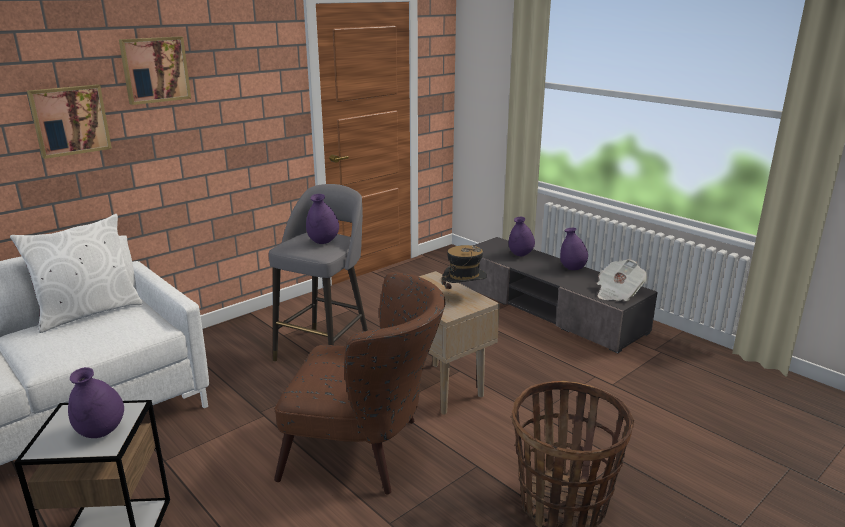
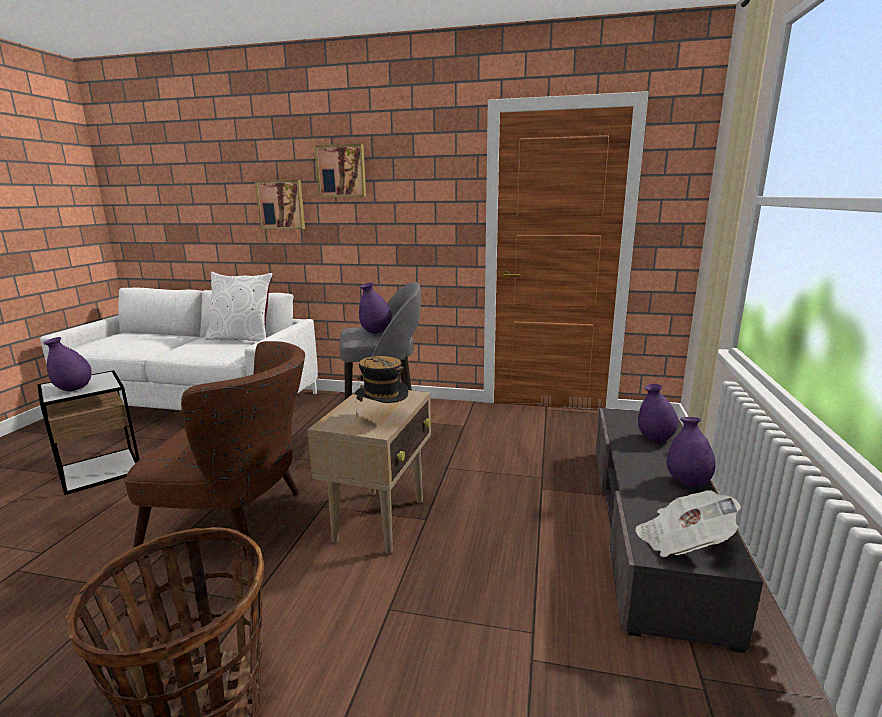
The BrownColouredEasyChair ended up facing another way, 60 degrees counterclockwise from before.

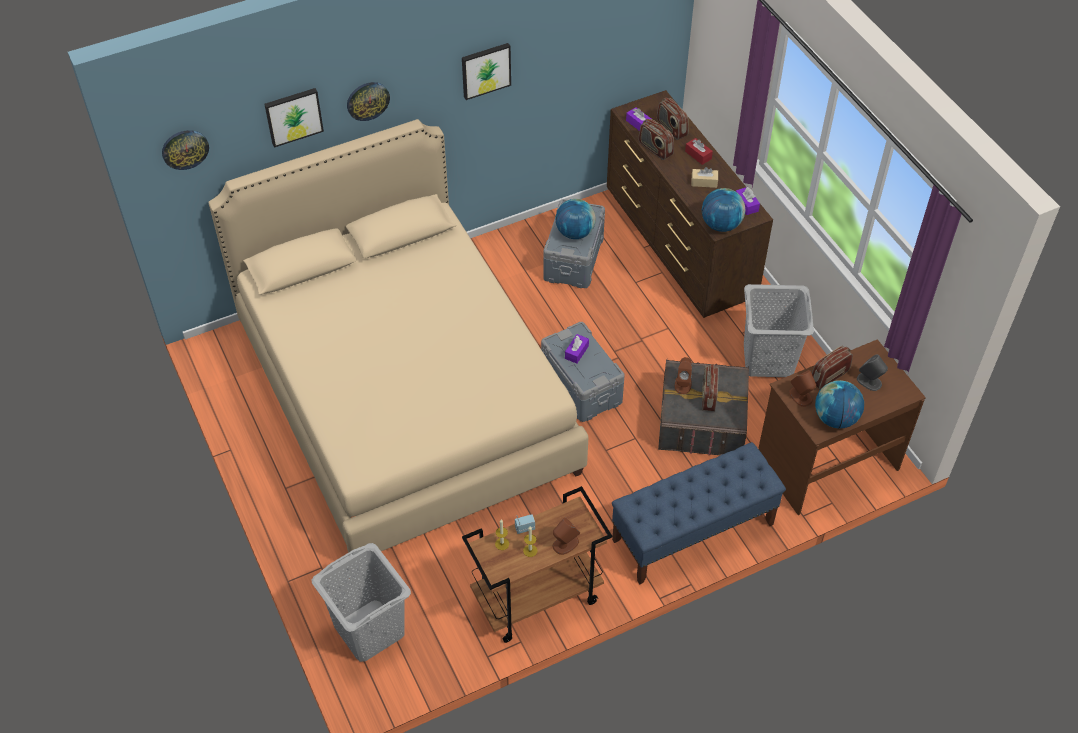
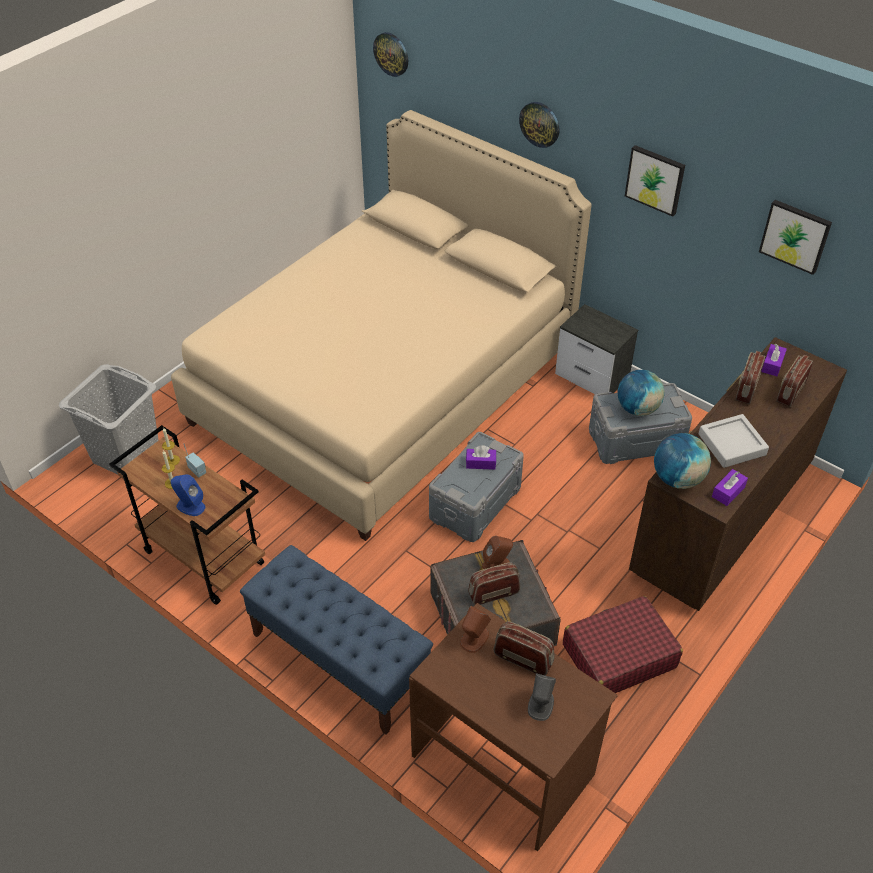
The Picture (1st from left in the first image) ended up elsewhere.
What was the BrownColouredSpeaker (1st from left) turned into the BlueColouredSpeaker.
The second view lost the ReddishTissueHolder.
Where the SandColouredTissueHolder stood, the GreyishTray came to stand.
Where the GreyishLaundryBasket (2nd from left) stood, the ReddishTravelCase came to stand.
The second view lost the Globe (3rd from left).
The second view gained the NightTable.

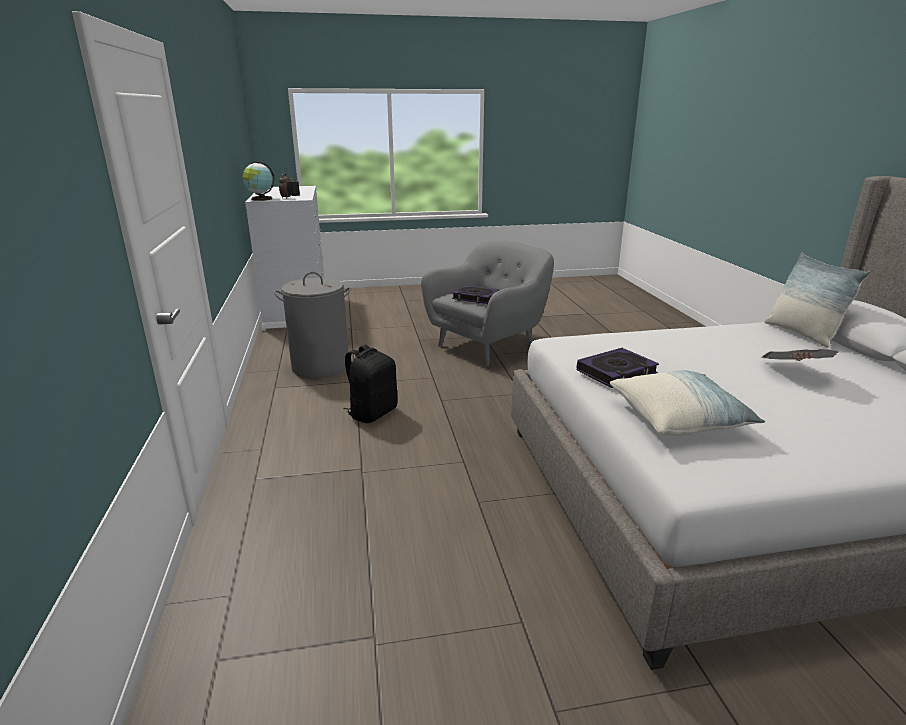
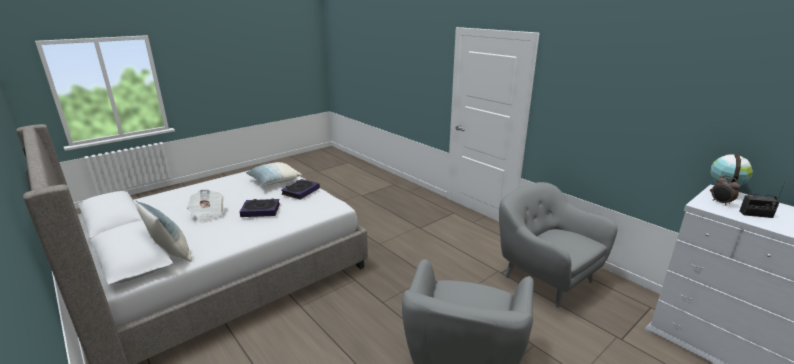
Where the GreyishLaundryBasket stood, the GreyishEasyChair (2nd from left) came to stand.
The second view lost the BlackColouredBackpack.
The BoundBook (1st from left) ended up elsewhere.

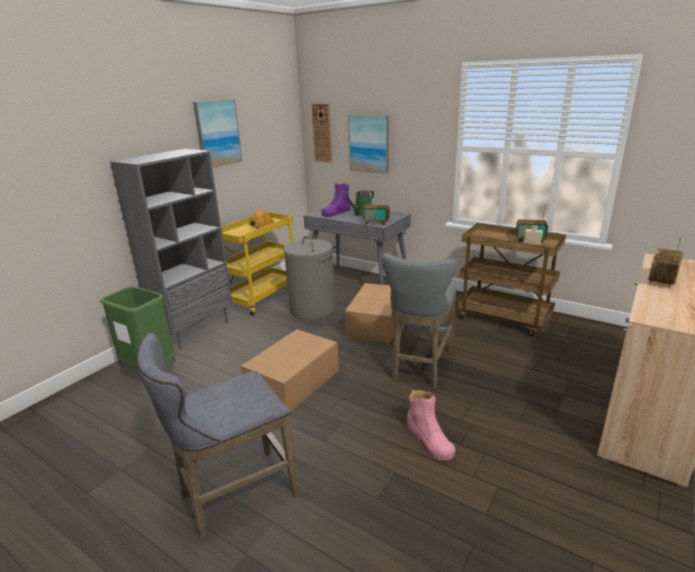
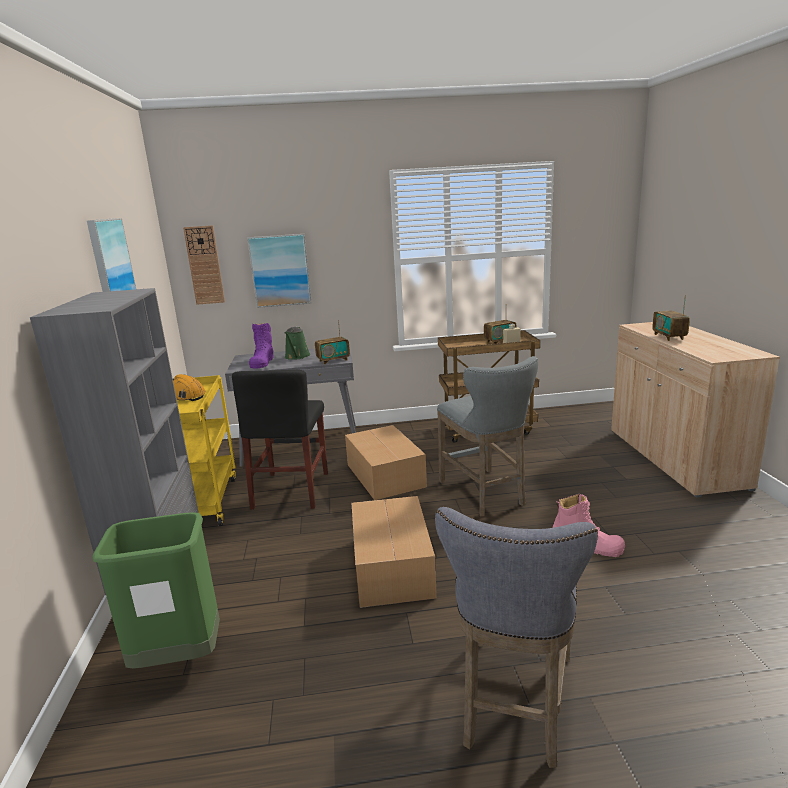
Where the GreyishLaundryBasket stood, the BlackColouredPlainChair came to stand.

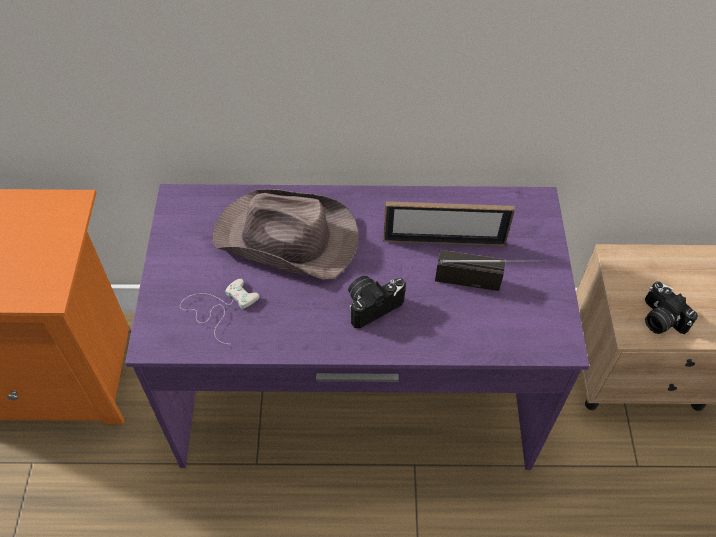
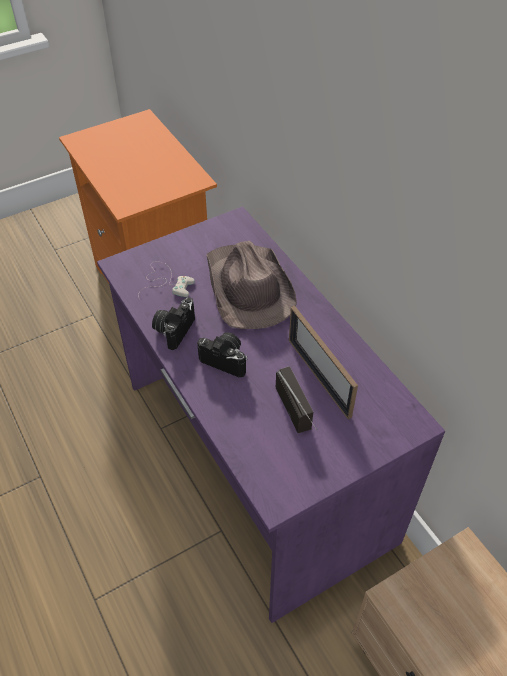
The StillCamera (2nd from left in the first image) ended up elsewhere.

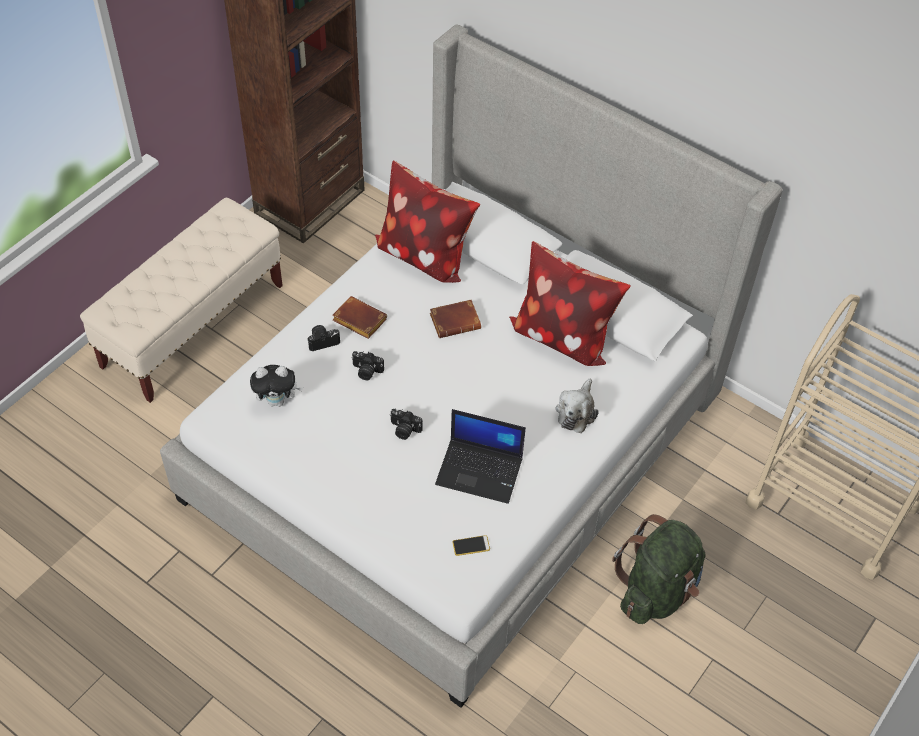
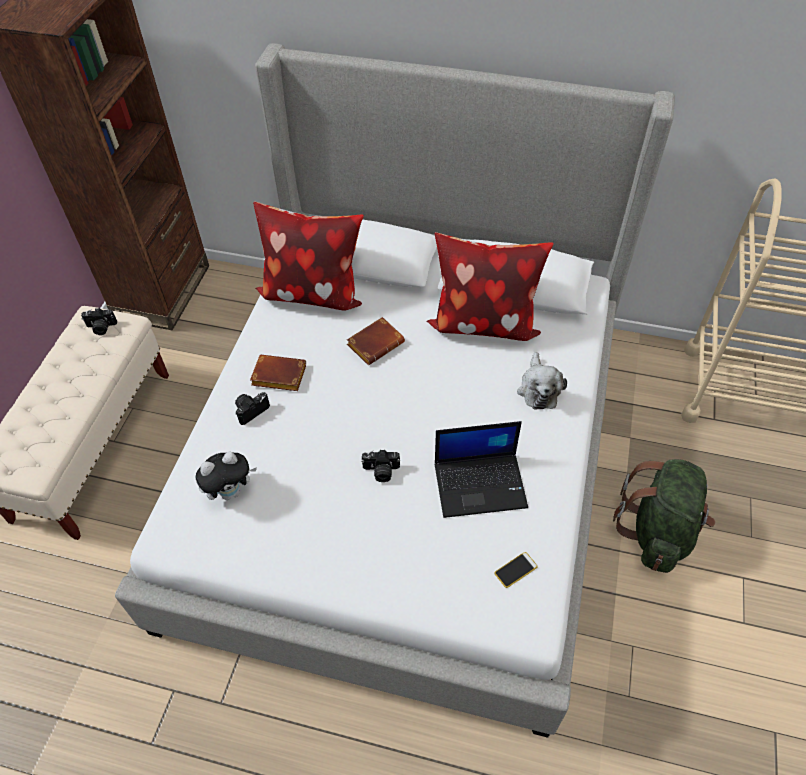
The StillCamera (2nd from left in the first image) ended up elsewhere.

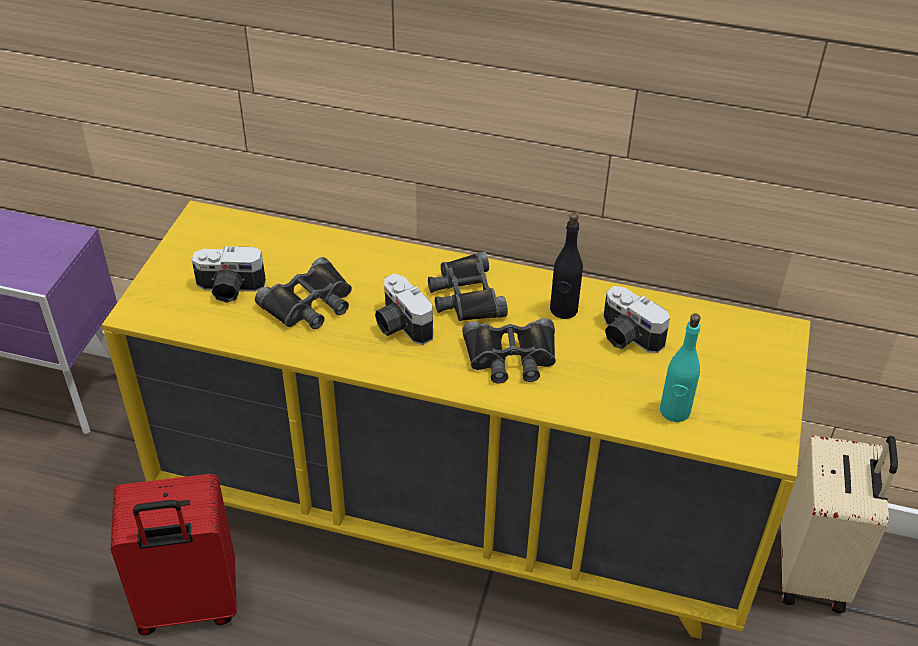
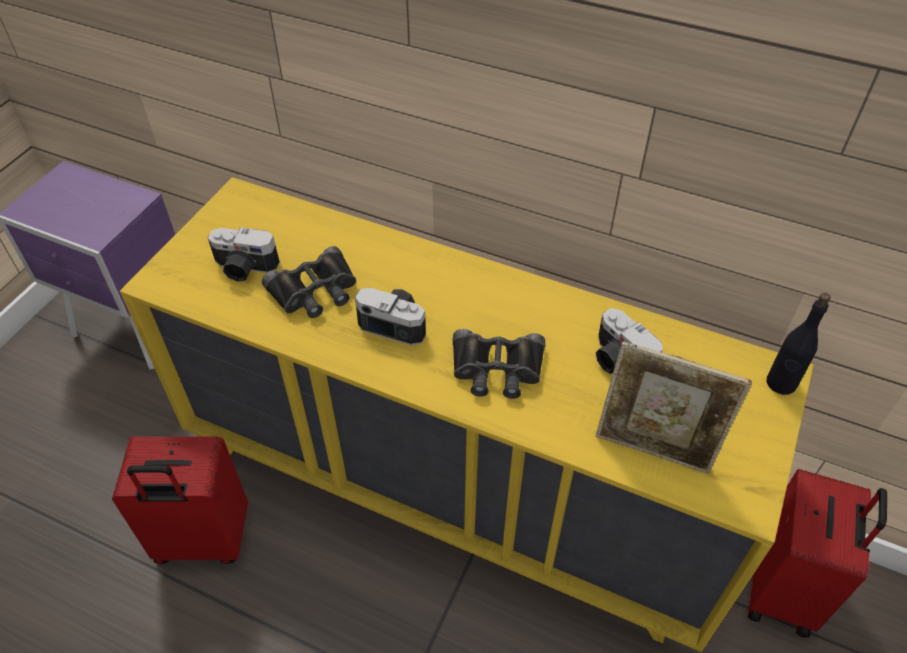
The StillCamera (2nd from left) ended up facing another way, 135 degrees clockwise from before.
The second view lost the BlackColouredBinoculars (2nd from left).
The BlackColouredBottle ended up elsewhere.
Where the TurquoiseBottle stood, the PictureFrame came to stand.
What was the SandColouredTravelCase turned into the ReddishTravelCase (2nd from left).

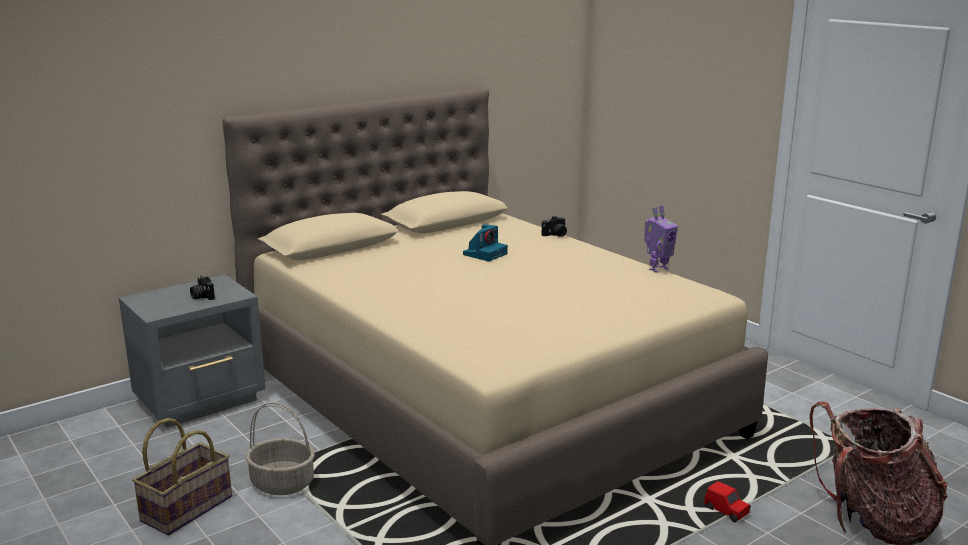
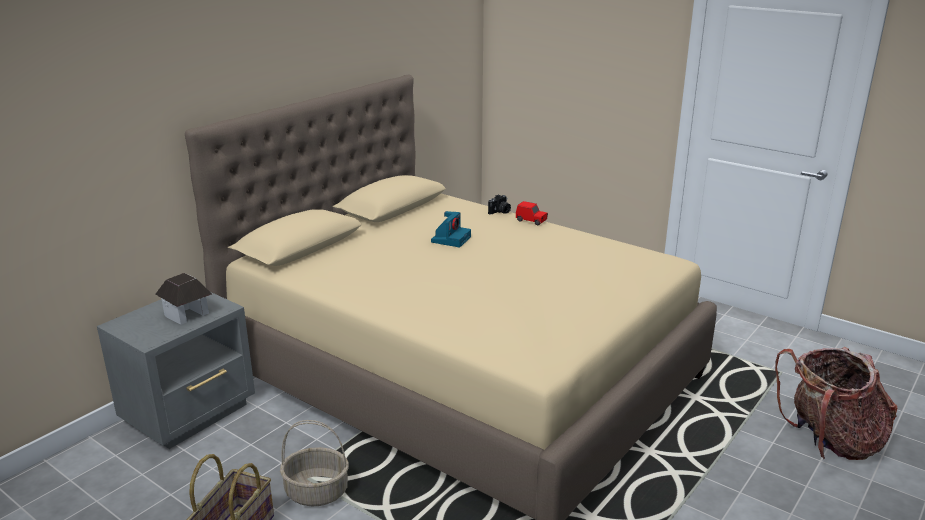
Where the StillCamera (1st from left) stood, the ModelHouse came to stand.
The second view lost the RobotFigure.
The ReddishToyCar ended up elsewhere.

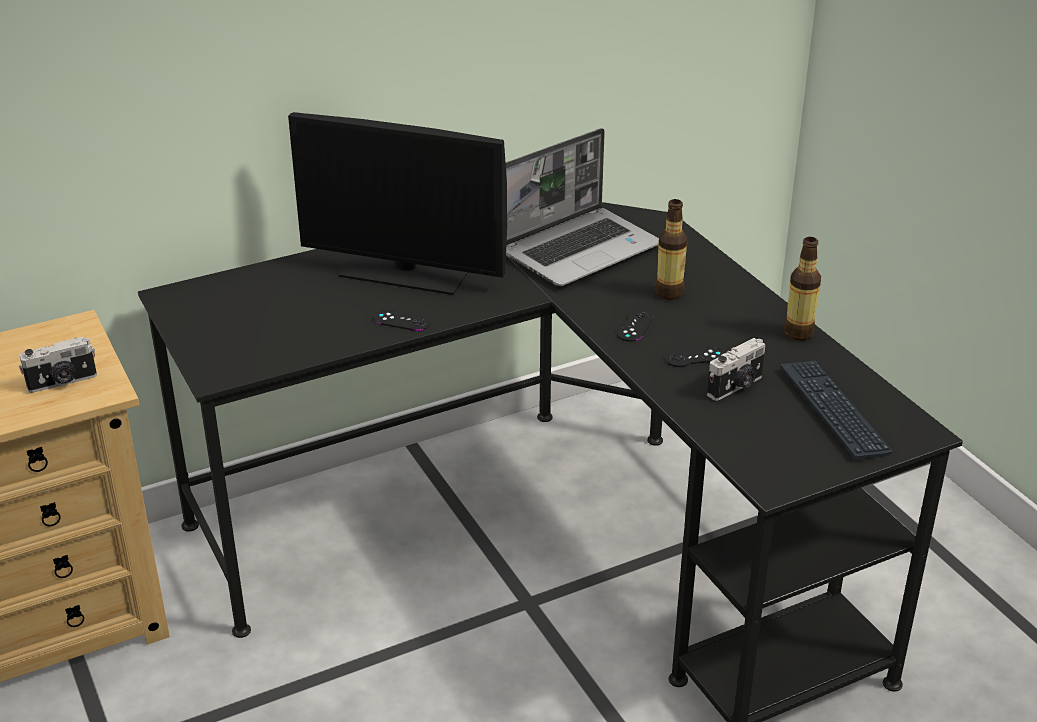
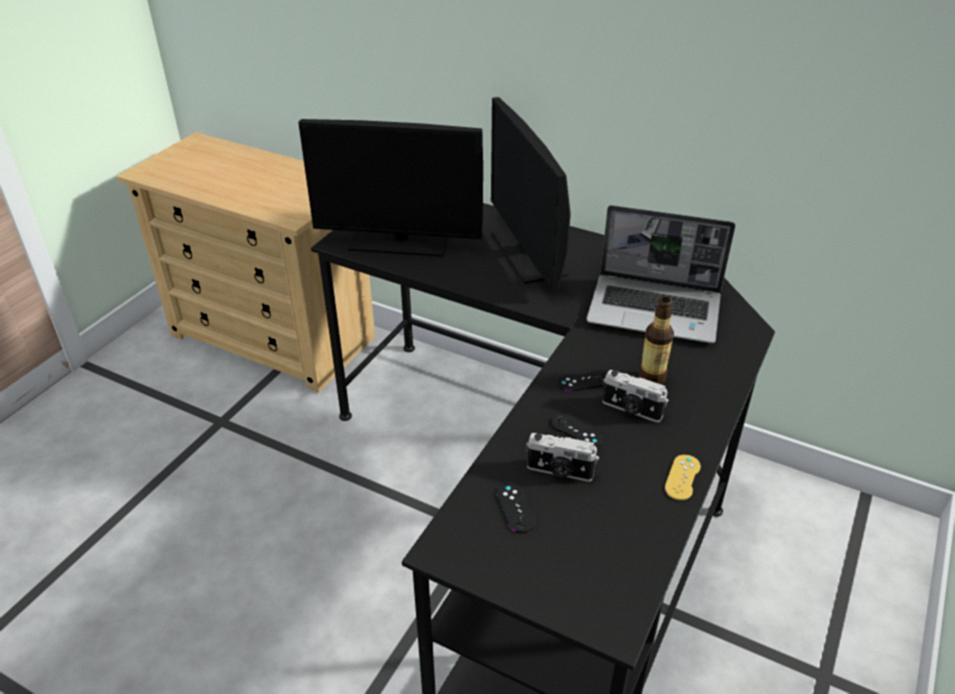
The StillCamera (1st from left in the first image) ended up elsewhere.
The BlackColouredGameController (1st from left) ended up elsewhere.
The second view lost the ComputerKeyboard.
Where the Bottle (2nd from left) stood, the YellowishGameController came to stand.
The second view gained the ComputerDisplay (1st from left).

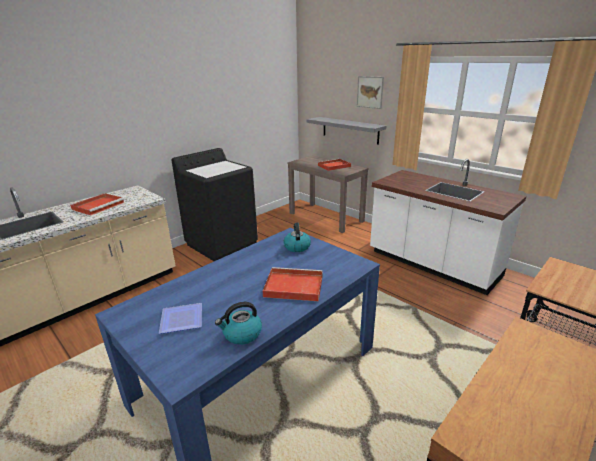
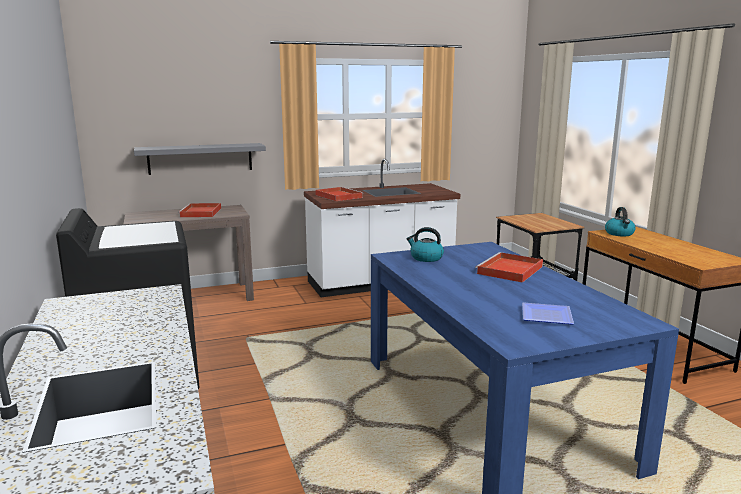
The ReddishTray (1st from left in the first image) ended up elsewhere.
The WaterKettle (1st from left in the first image) ended up elsewhere.
The second view lost the Picture.

